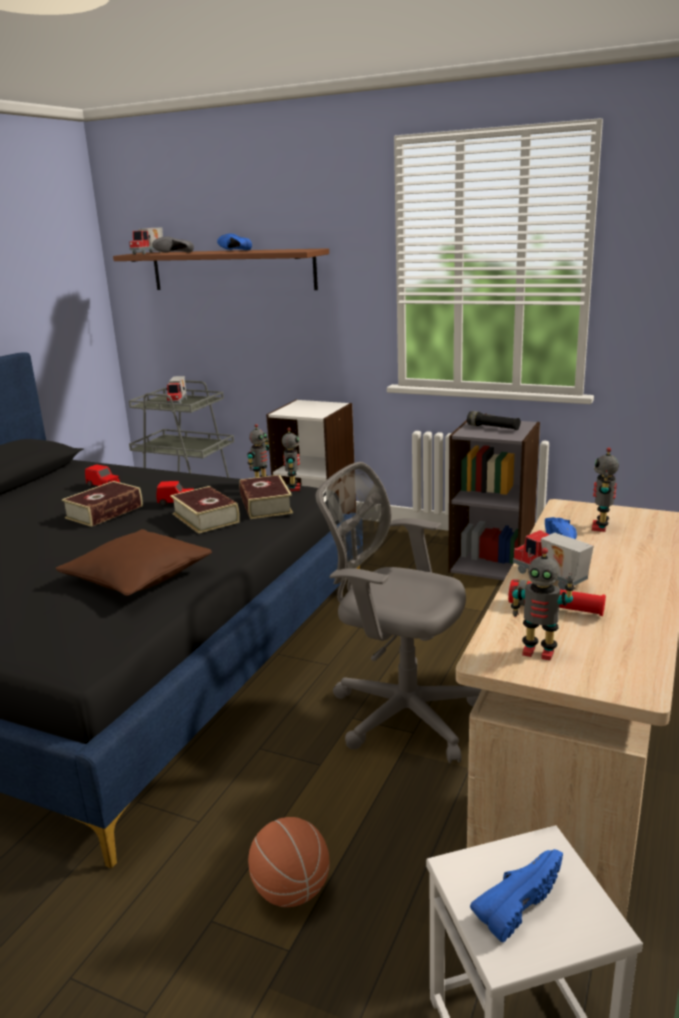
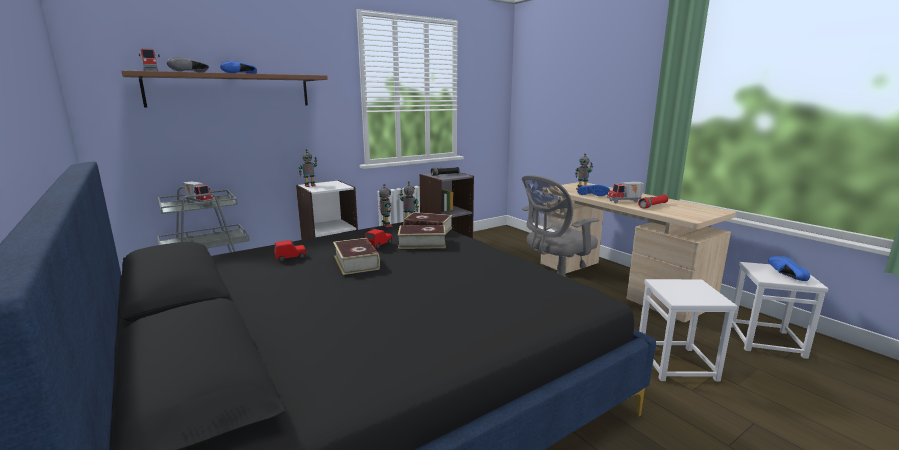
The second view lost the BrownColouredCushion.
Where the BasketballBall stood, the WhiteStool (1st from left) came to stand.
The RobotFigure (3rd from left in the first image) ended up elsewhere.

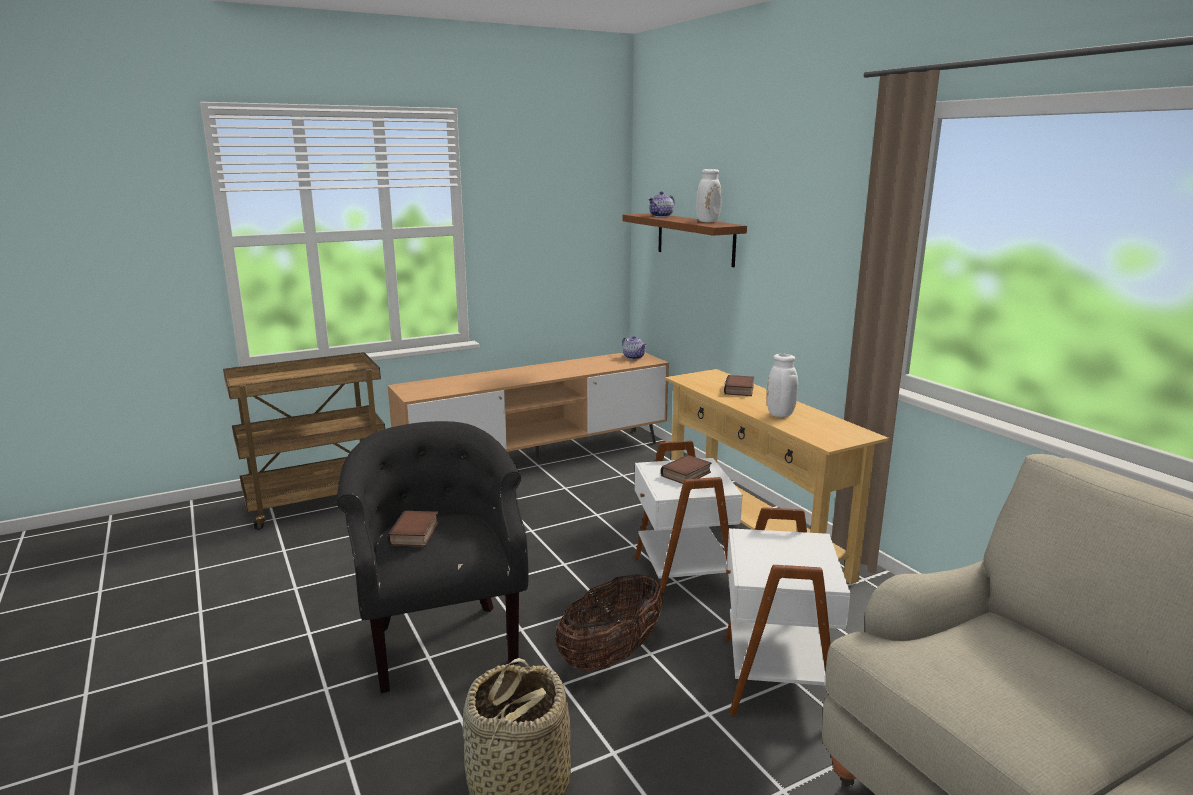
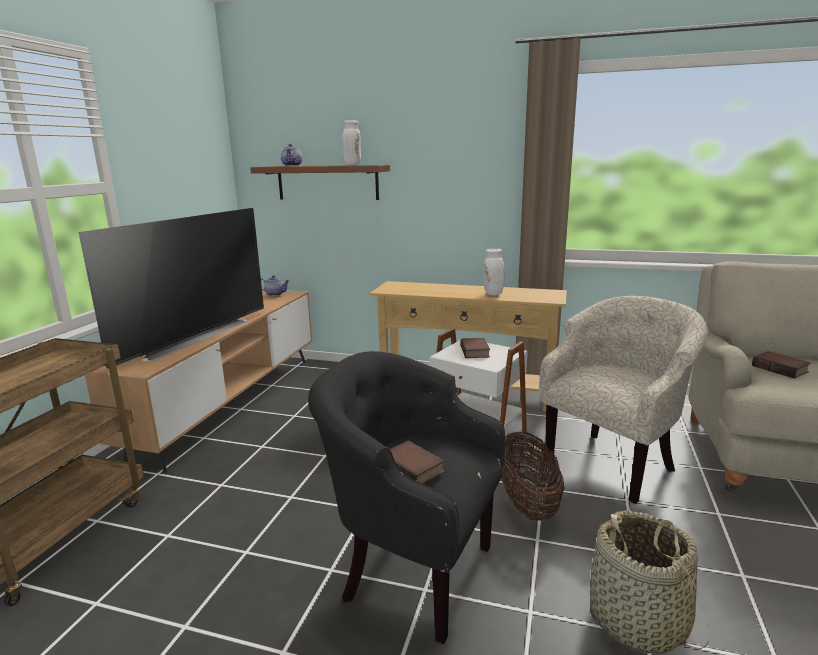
The BoundBook (3rd from left) ended up elsewhere.
Where the WhiteSideTable (2nd from left) stood, the SandColouredEasyChair came to stand.
The second view gained the Tv.

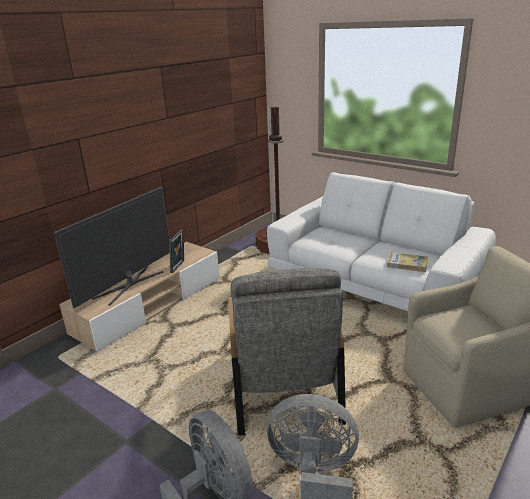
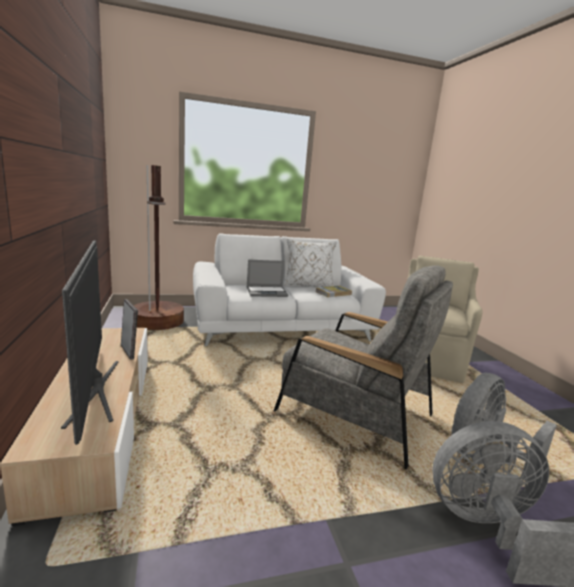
The second view gained the NotebookComputer.
The second view gained the WhiteCushion.

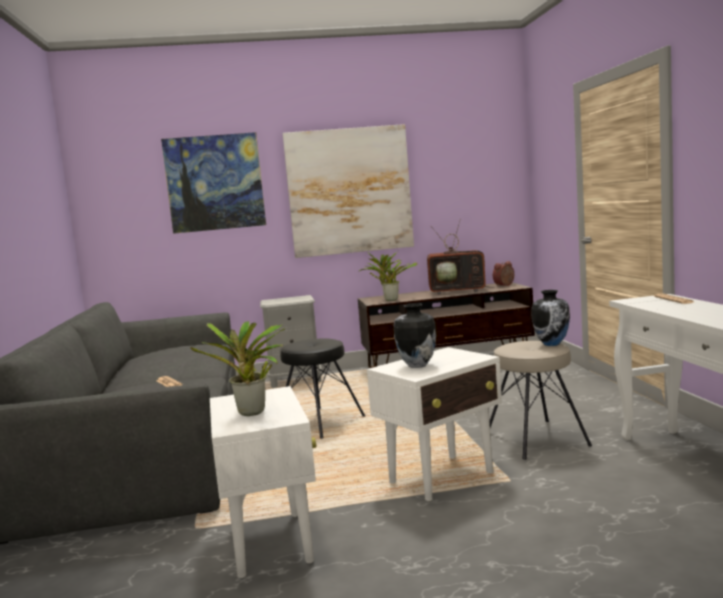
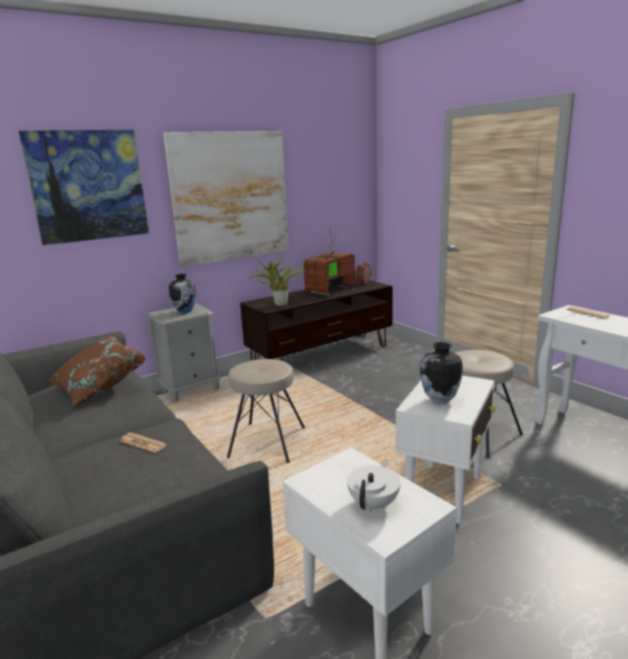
Where the PottedPlant (1st from left) stood, the WhitePotForTea came to stand.
What was the BlackColouredStool turned into the SandColouredStool (1st from left).
The Tv ended up facing another way, 150 degrees clockwise from before.
The DecorativeVase (2nd from left in the first image) ended up elsewhere.
The second view gained the BrownColouredCushion.

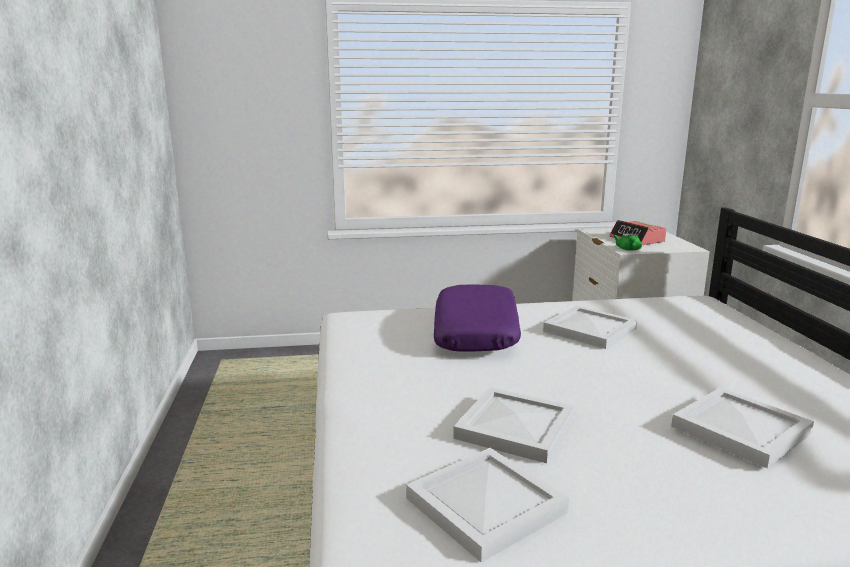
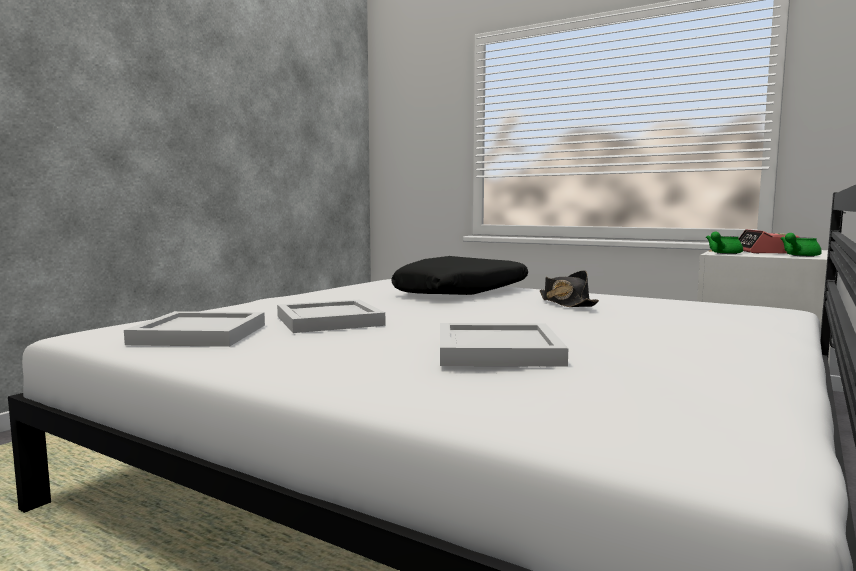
What was the PurpleColouredCushion turned into the BlackColouredCushion.
Where the WhiteTray (3rd from left) stood, the BlackColouredClothingHat came to stand.
The second view gained the GreenPotForTea (2nd from left).

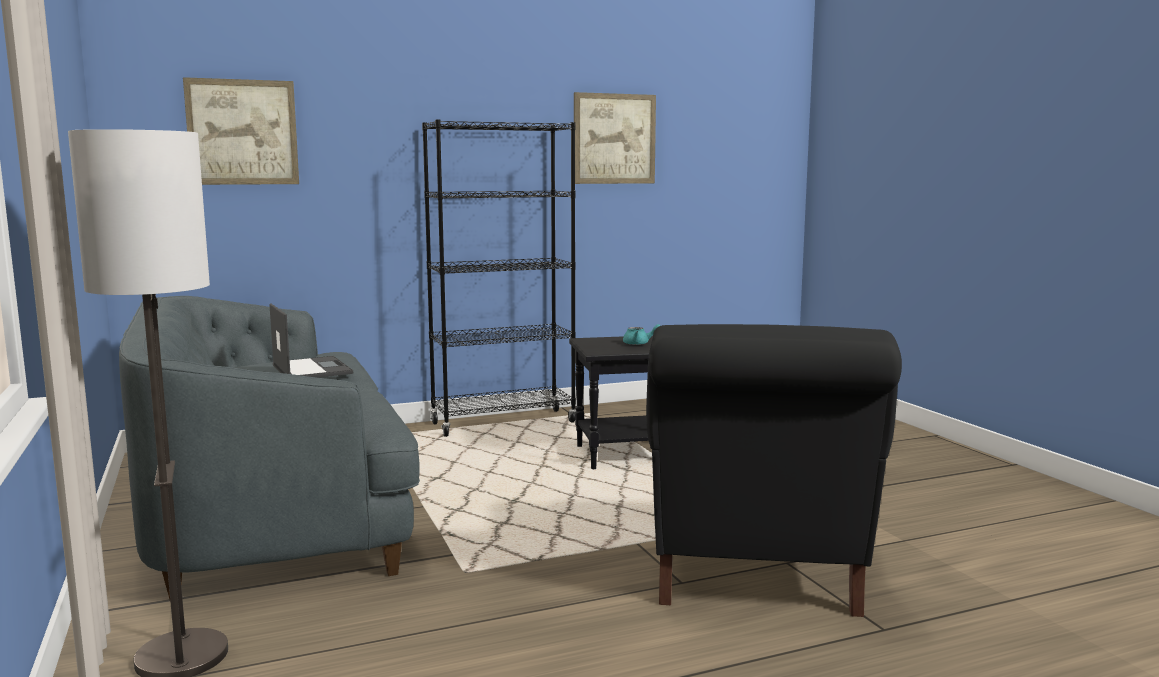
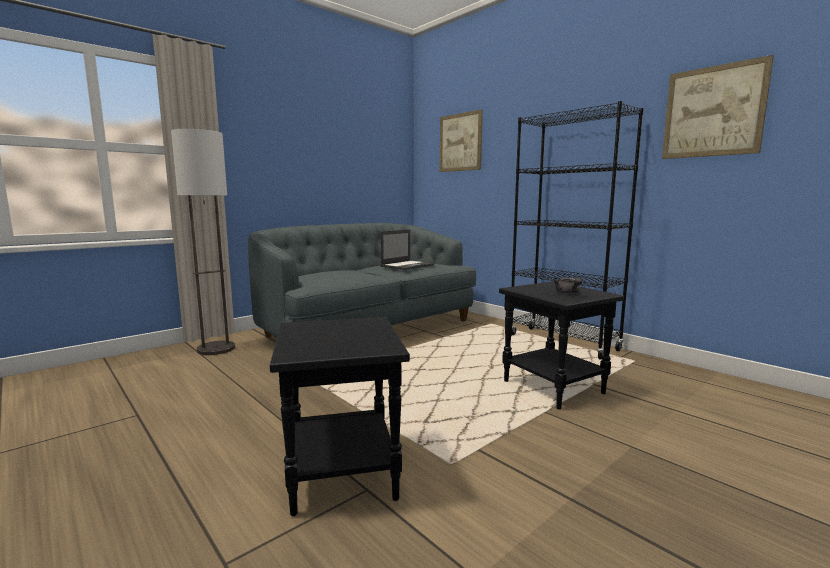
What was the TurquoisePotForTea turned into the GreyishPotForTea.
Where the BlackColouredEasyChair stood, the BlackColouredSideTable (1st from left) came to stand.

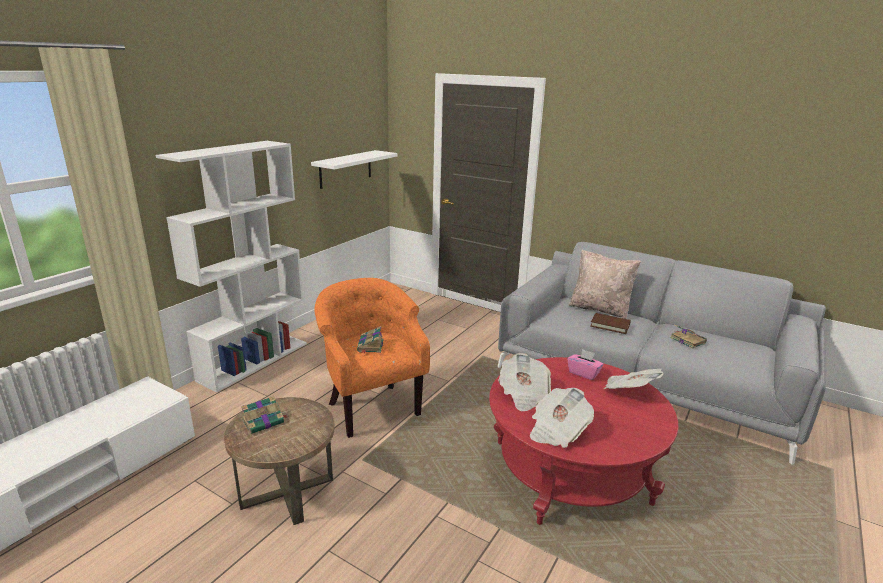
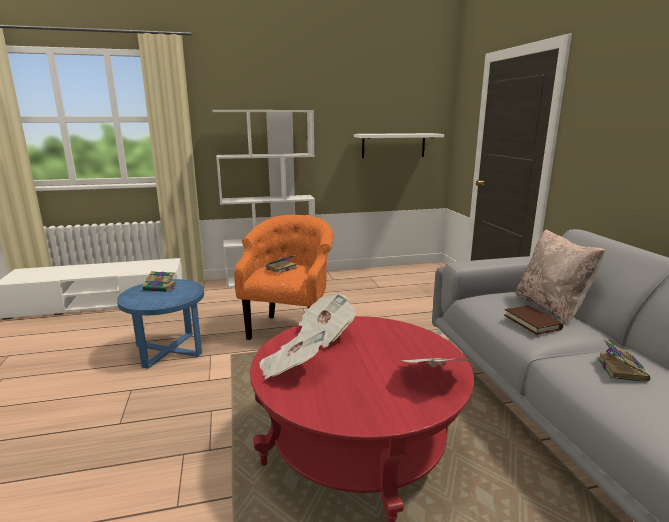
What was the BrownColouredSideTable turned into the BlueColouredSideTable.
The second view lost the PinkishTissueHolder.

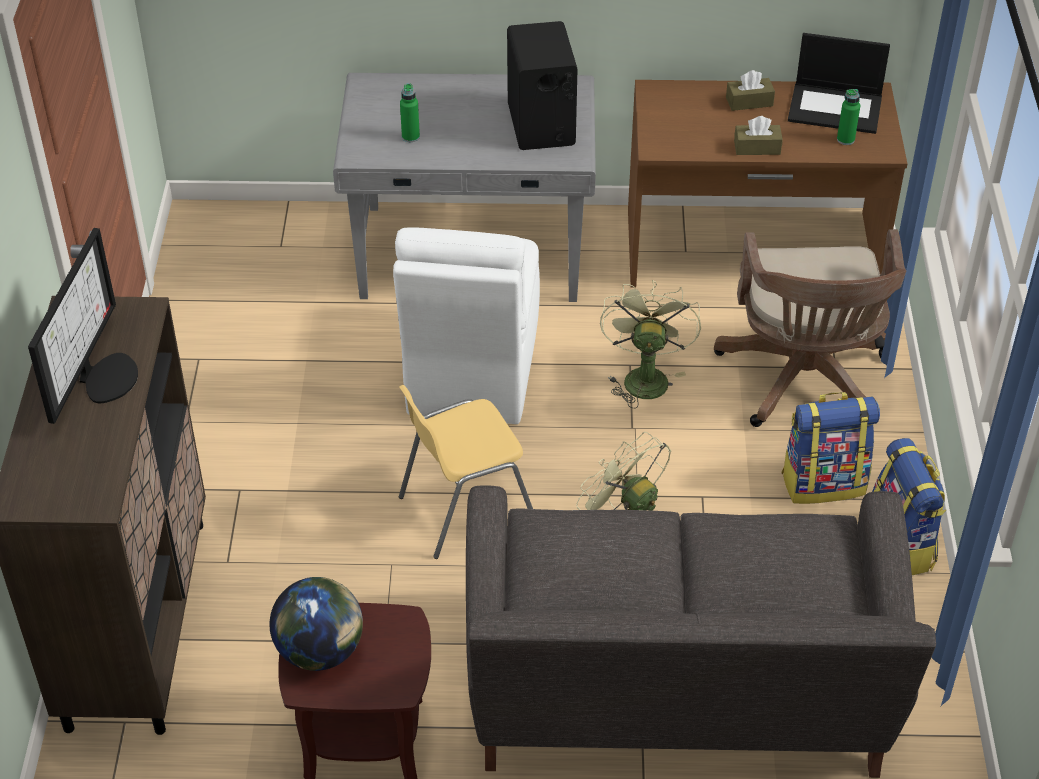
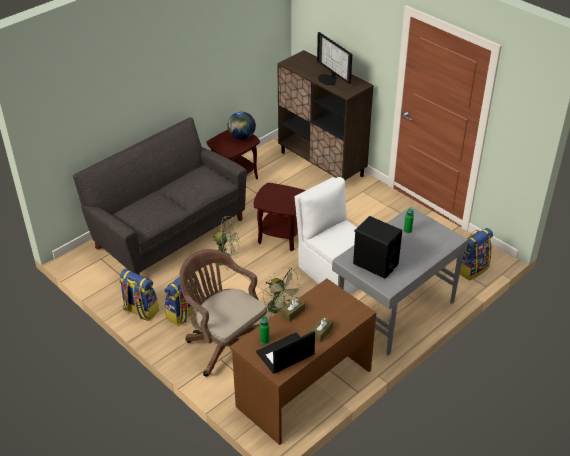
Where the YellowishPlainChair stood, the BrownColouredSideTable (2nd from left) came to stand.
The second view gained the Backpack (3rd from left).

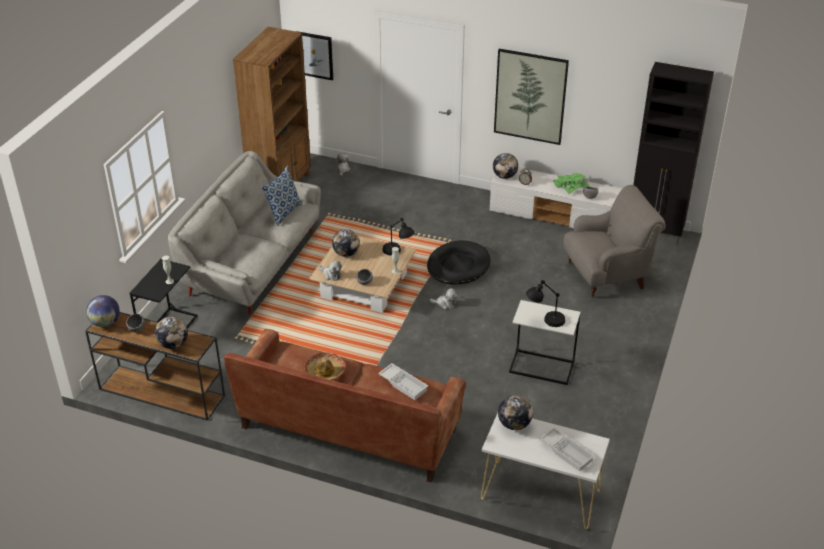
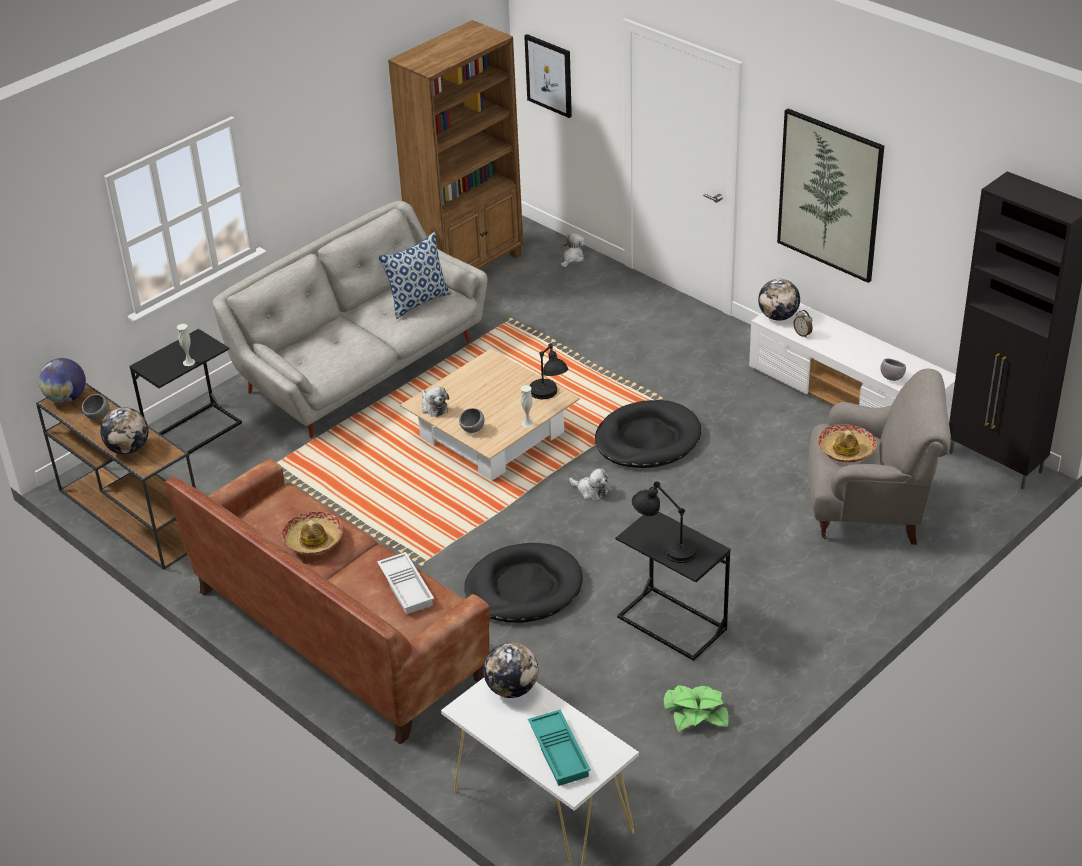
The second view lost the Globe (3rd from left).
What was the WhiteSideTable turned into the BlackColouredSideTable (2nd from left).
What was the WhiteTray (2nd from left) turned into the TurquoiseTray.
The PottedPlant ended up elsewhere.
The second view gained the BlackColouredDogBed (1st from left).
The second view gained the ClothingHat (2nd from left).

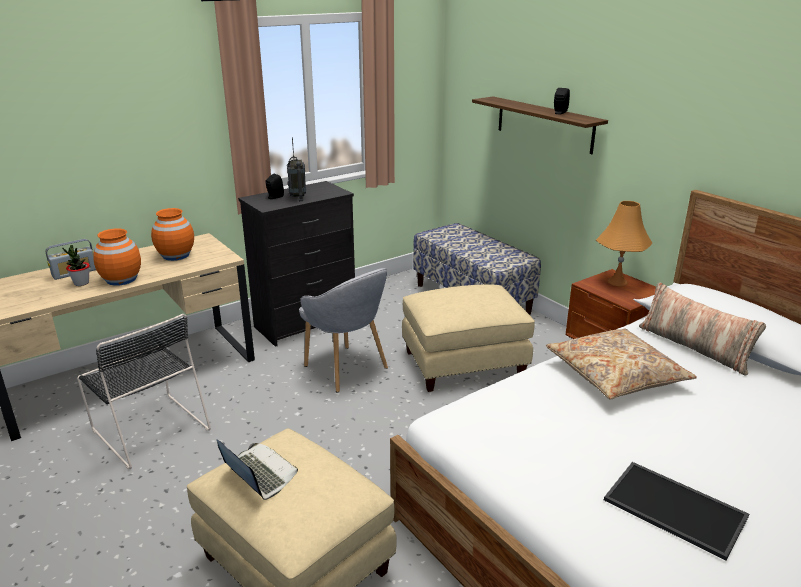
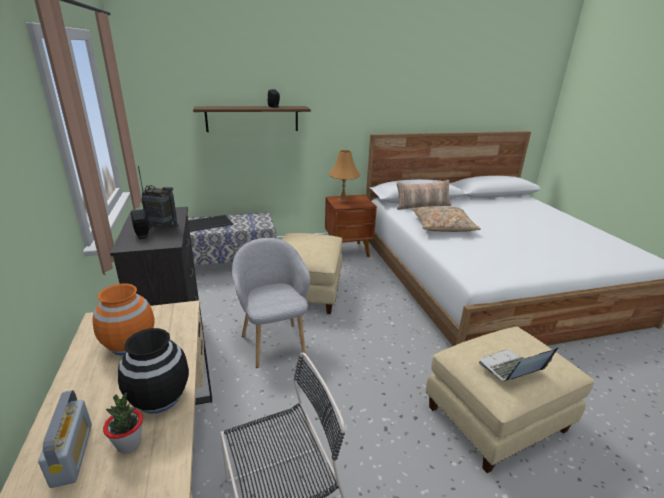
What was the OrangeyDecorativeVase (1st from left) turned into the BlackColouredDecorativeVase.
The GreyishEasyChair ended up facing another way, 90 degrees counterclockwise from before.
The Tray ended up elsewhere.

